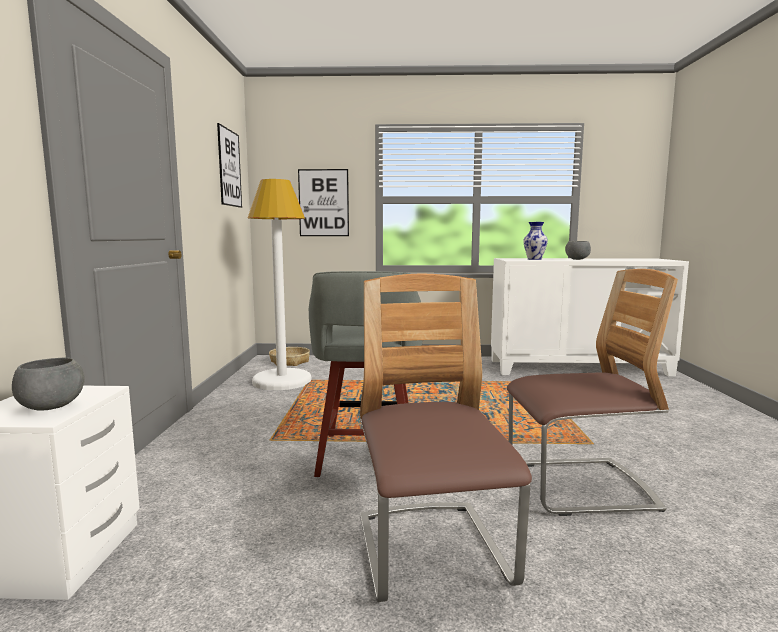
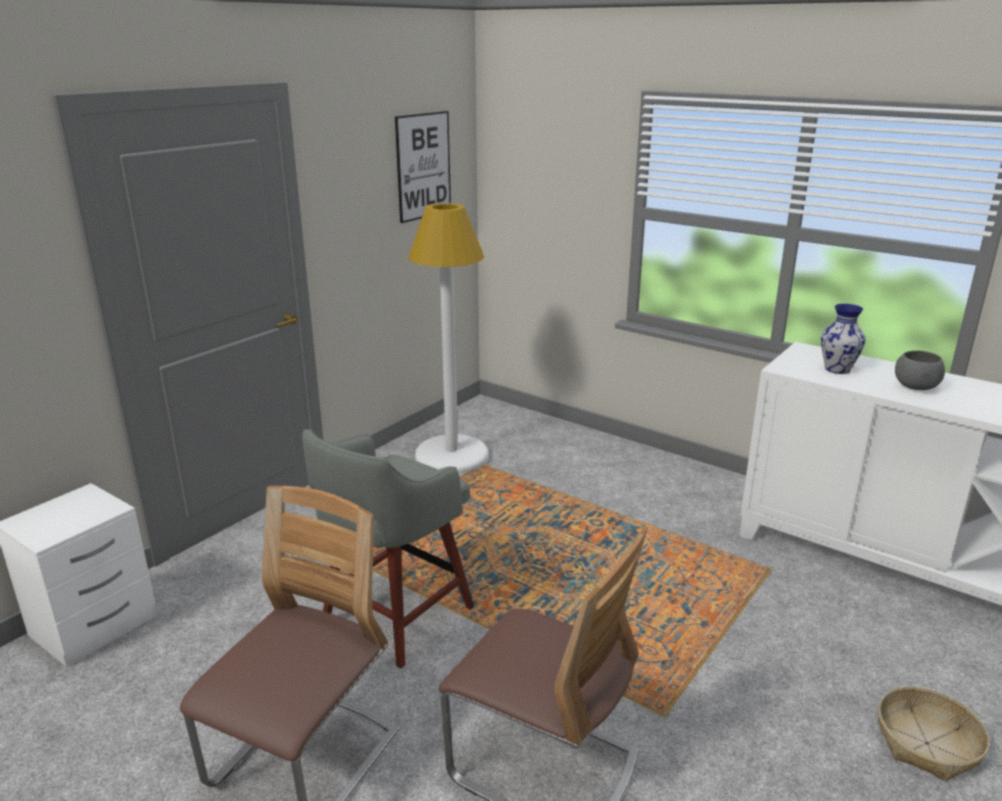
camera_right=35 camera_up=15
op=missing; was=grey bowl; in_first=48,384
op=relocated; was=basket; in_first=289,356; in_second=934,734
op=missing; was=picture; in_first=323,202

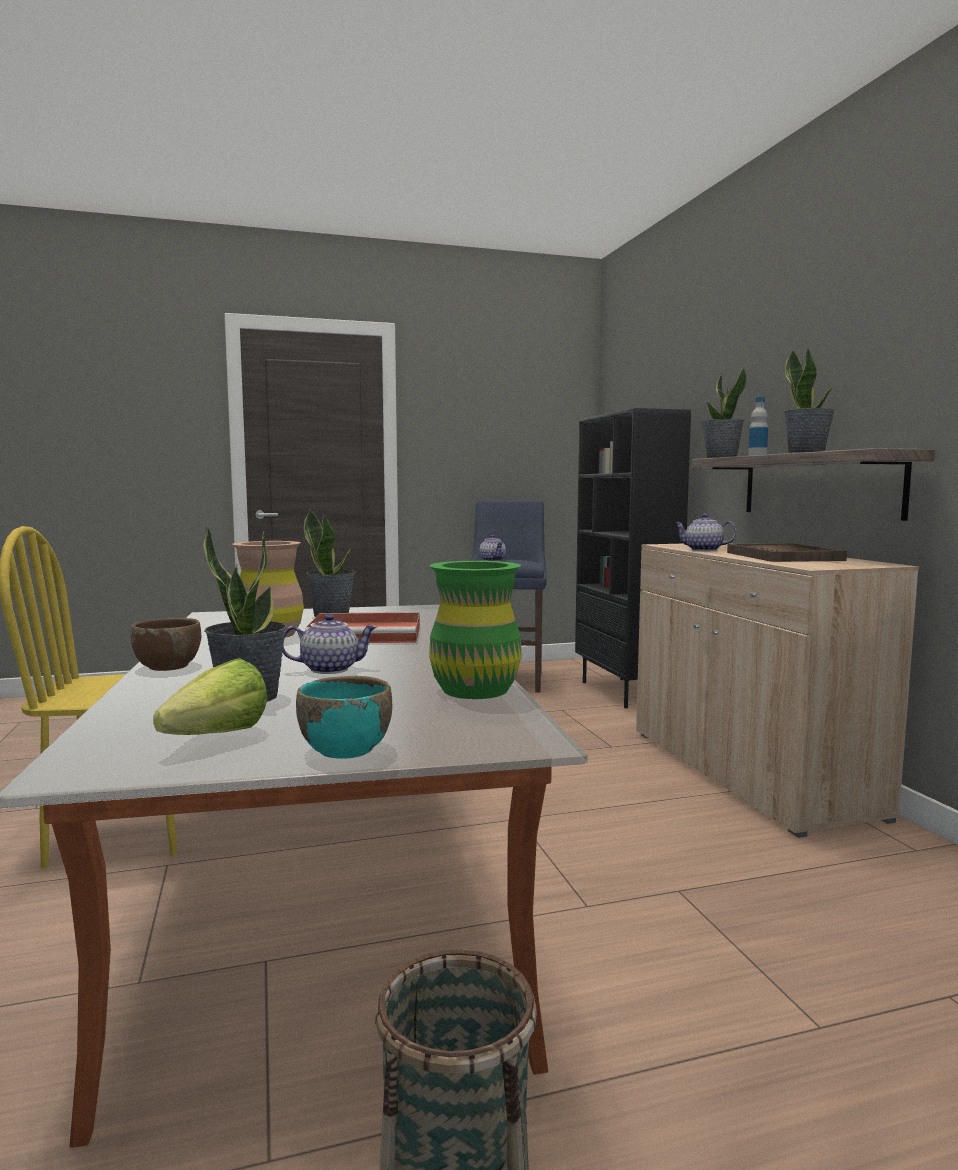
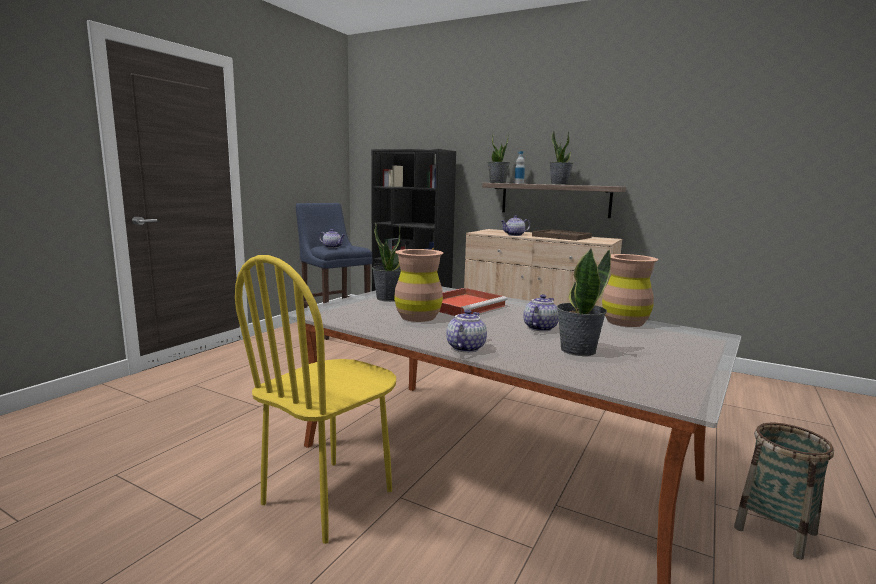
camera_right=-45 camera_up=5
op=exchanged; was=brown bowl; now=teapot; in_first=166,644; in_second=466,330
op=missing; was=lettuce; in_first=210,696
op=missing; was=turquoise bowl; in_first=344,717
op=colour; was=green vase; now=brown vase; in_first=475,630; in_second=630,290

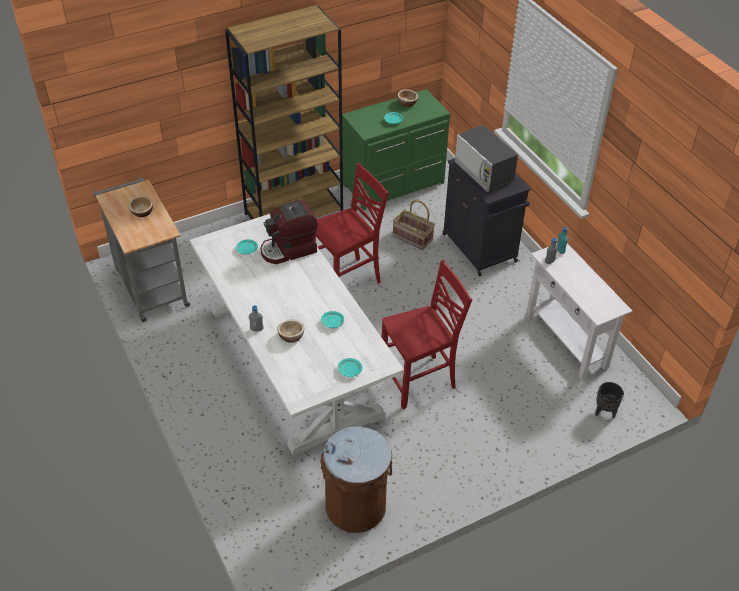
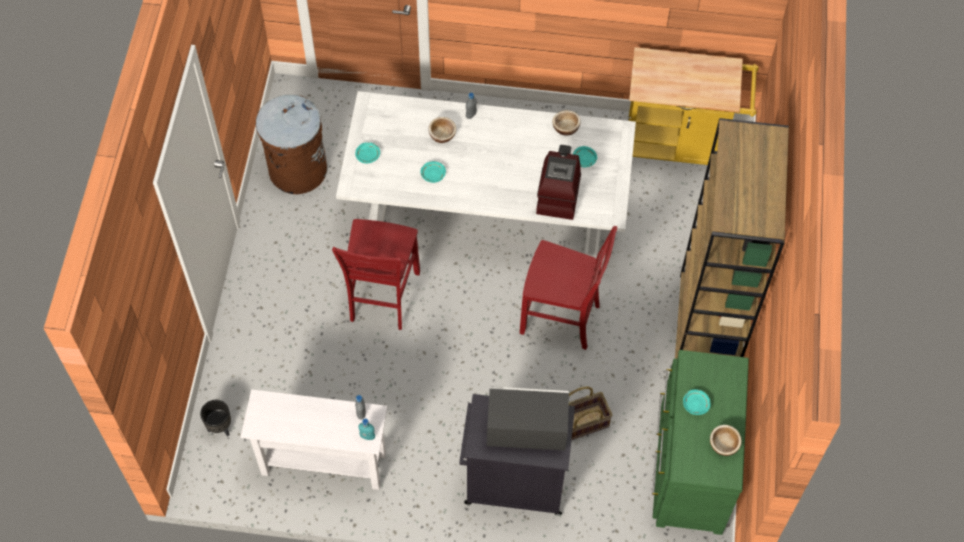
camera_right=125 camera_up=15
op=colour; was=grey cart; now=yellow cart; in_first=141,250; in_second=693,106
op=relocated; was=bowl; in_first=141,206; in_second=567,123
op=spun; was=red chair; in_first=351,223; in_second=568,288; clockwise=-75

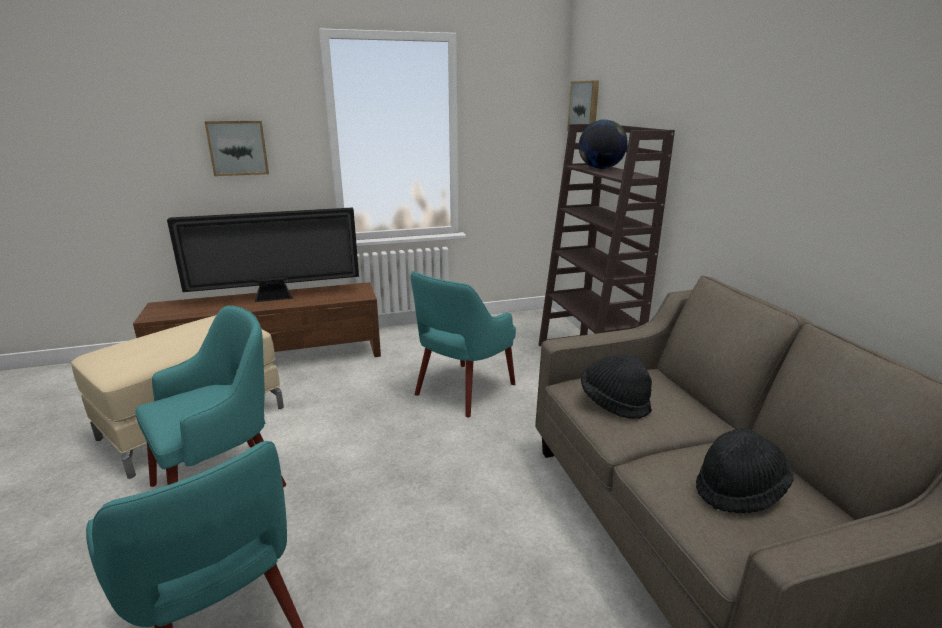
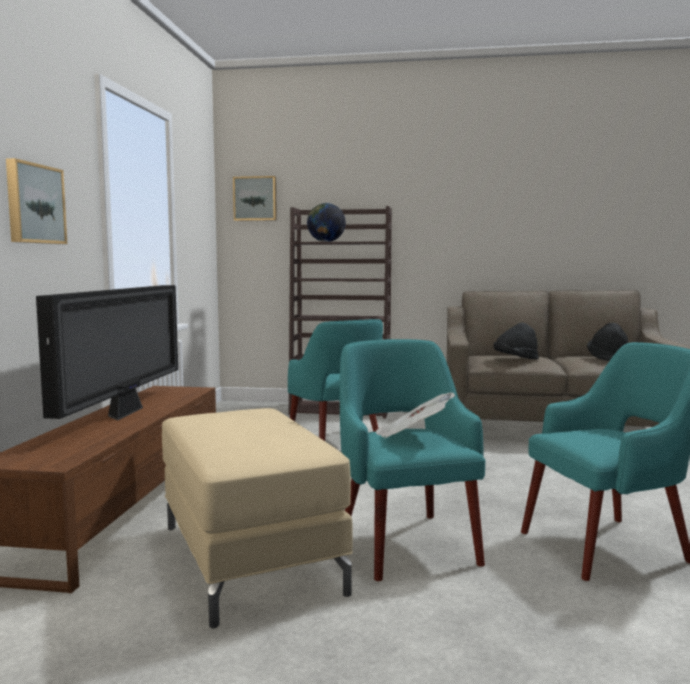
camera_right=-65 camera_up=-15
op=appeared; now=newspaper; in_second=415,415

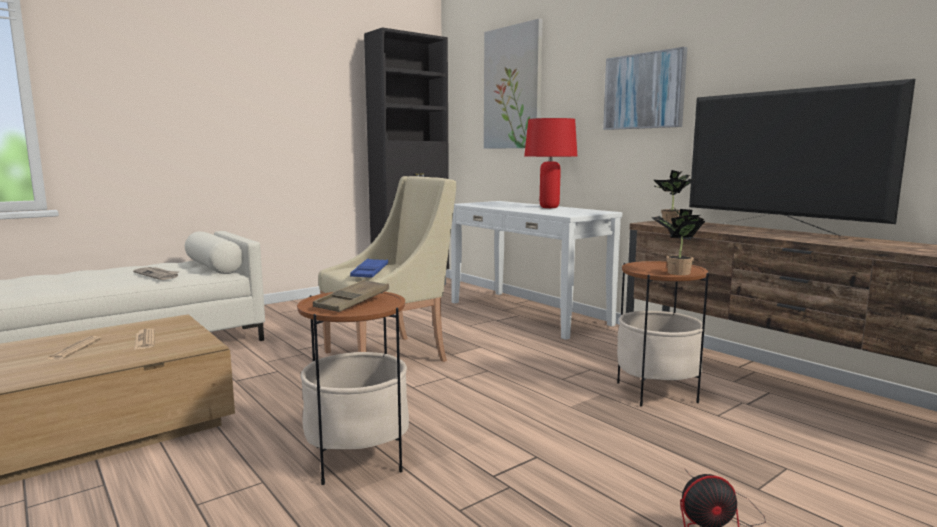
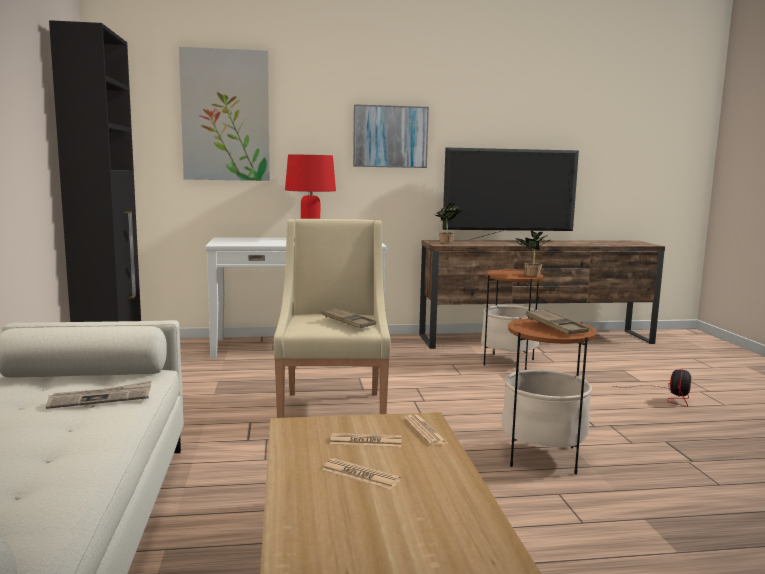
camera_right=-60 camera_up=0
op=colour; was=blue tray; now=brown tray; in_first=369,268; in_second=349,318
op=appeared; now=newspaper; in_second=426,430

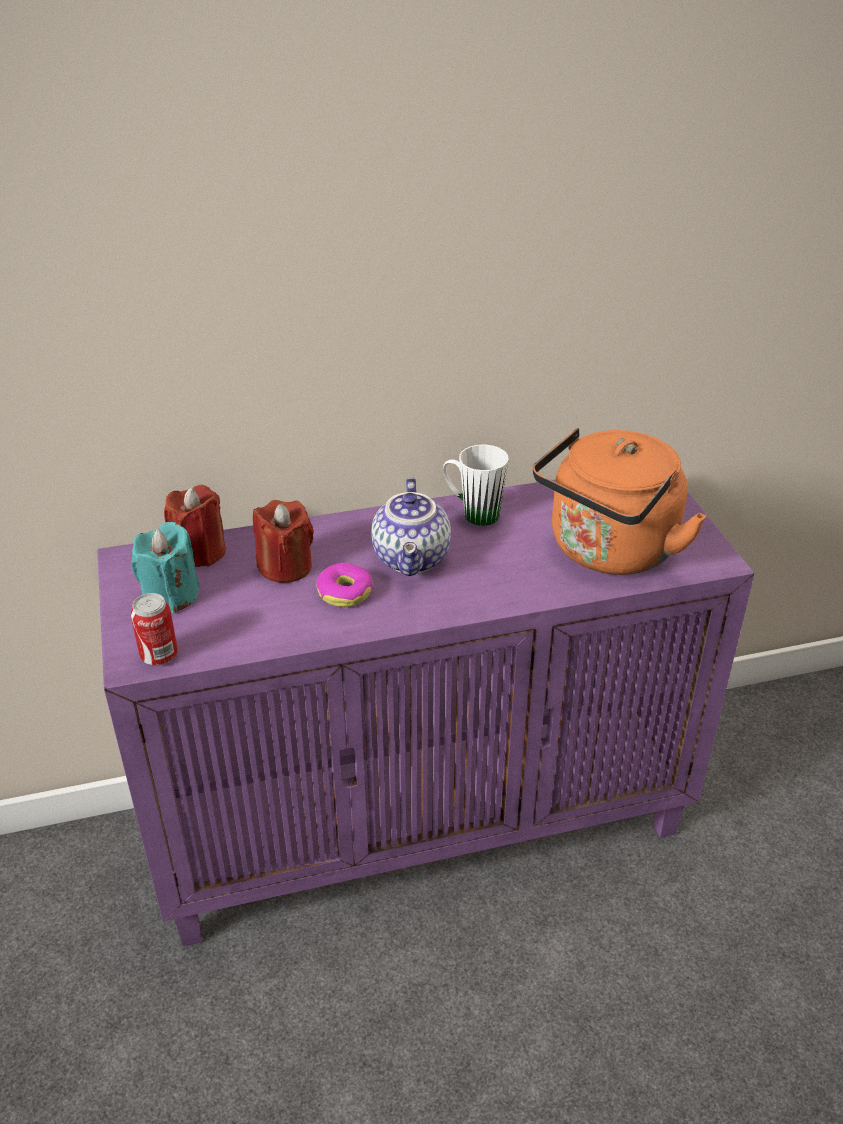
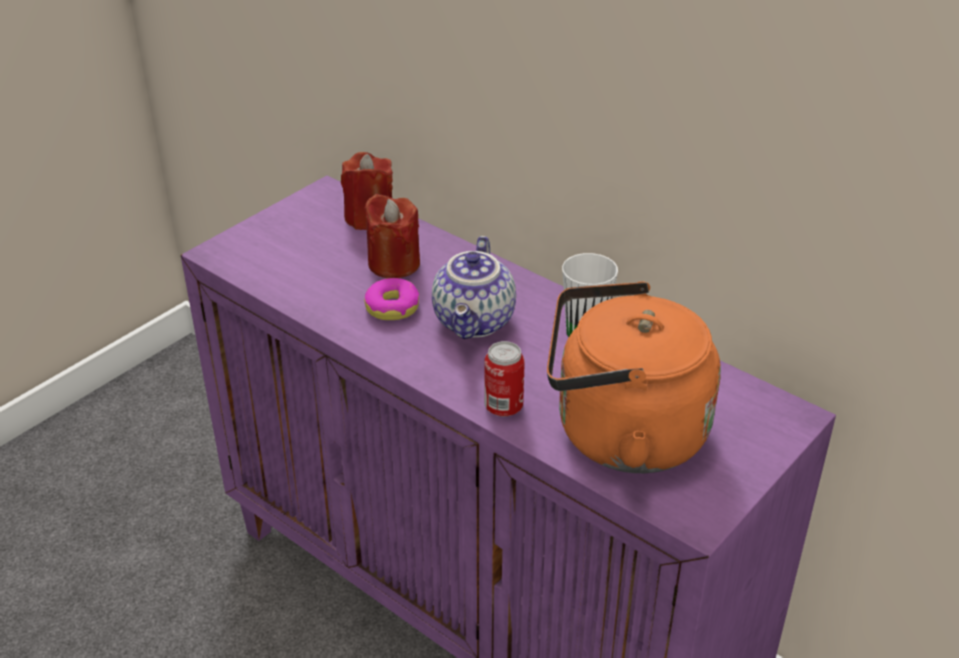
camera_right=55 camera_up=0
op=missing; was=turquoise candle; in_first=165,567
op=relocated; was=can; in_first=154,629; in_second=504,379
op=spun; was=teapot; in_first=411,526; in_second=474,287; clockwise=-45

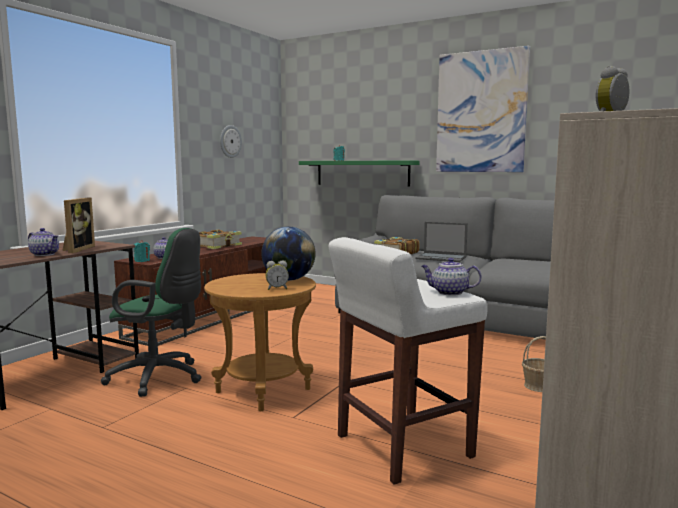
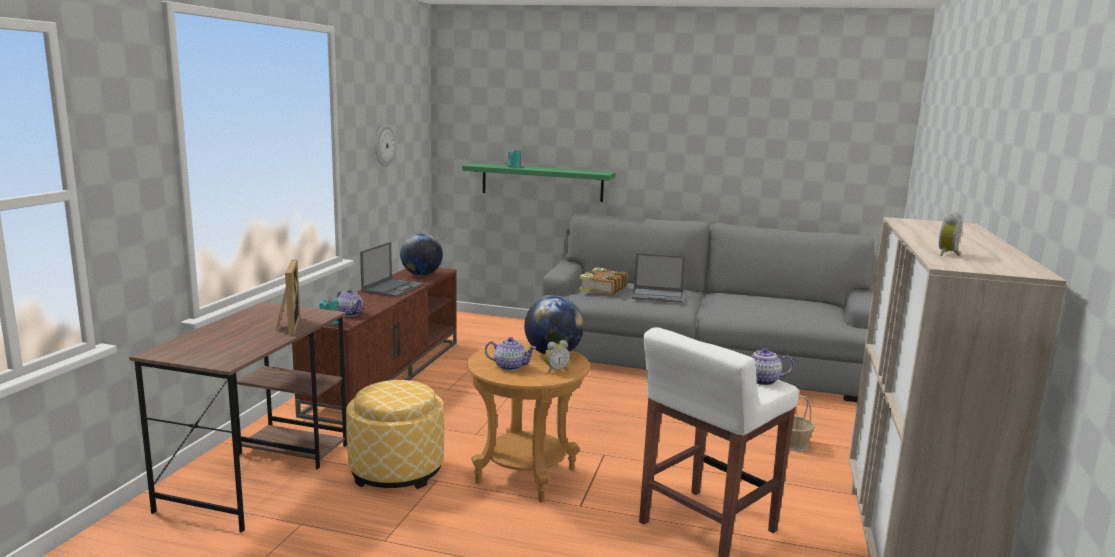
camera_right=-15 camera_up=5
op=relocated; was=teapot; in_first=43,242; in_second=510,354
op=exchanged; was=green office chair; now=ottoman; in_first=151,312; in_second=395,434
op=exchanged; was=book; now=laptop; in_first=220,239; in_second=392,269
op=missing; was=picture; in_first=483,109
op=appeared; now=globe; in_second=421,254

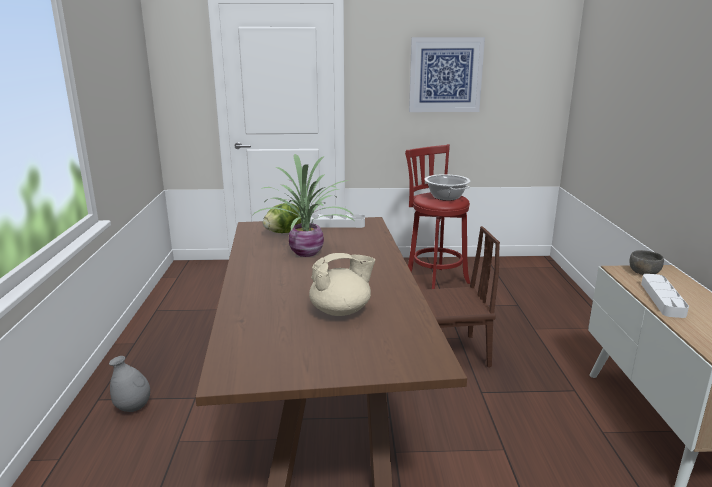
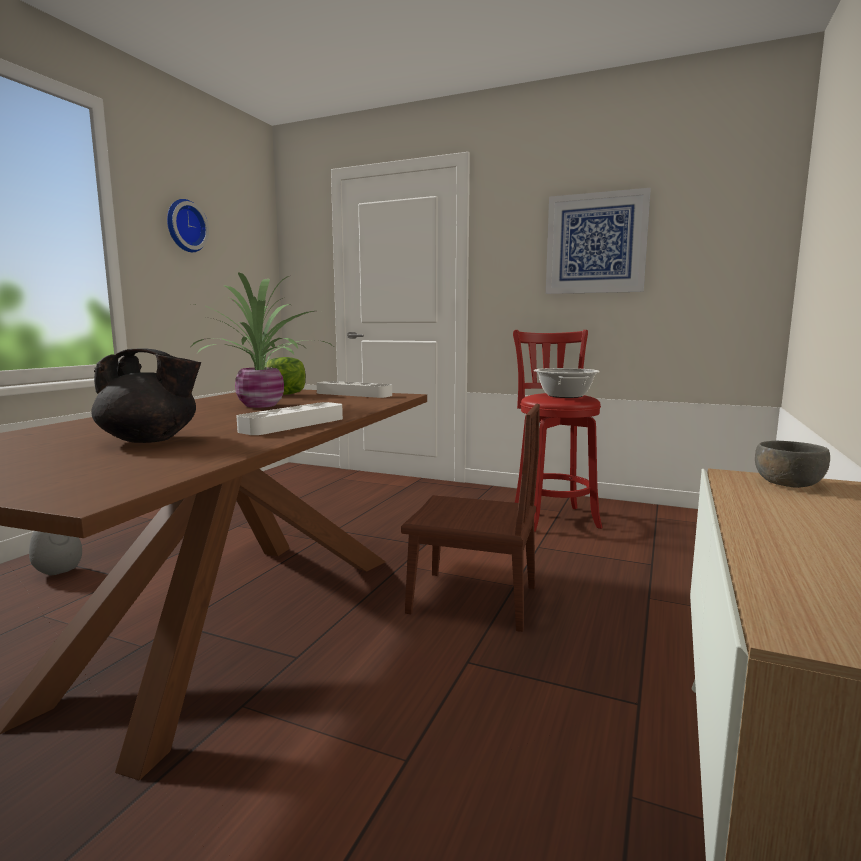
camera_right=25 camera_up=-10
op=colour; was=beige teapot; now=black teapot; in_first=342,284; in_second=146,395
op=relocated; was=white tray; in_first=665,296; in_second=289,418
op=appeared; now=wall clock; in_second=188,225

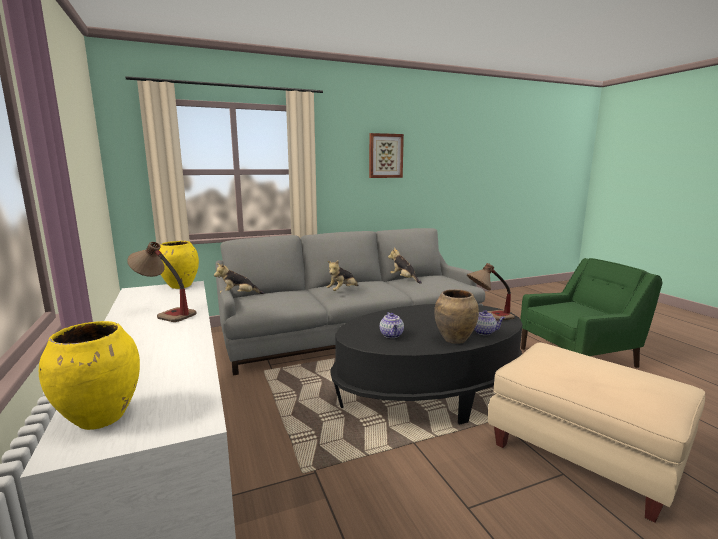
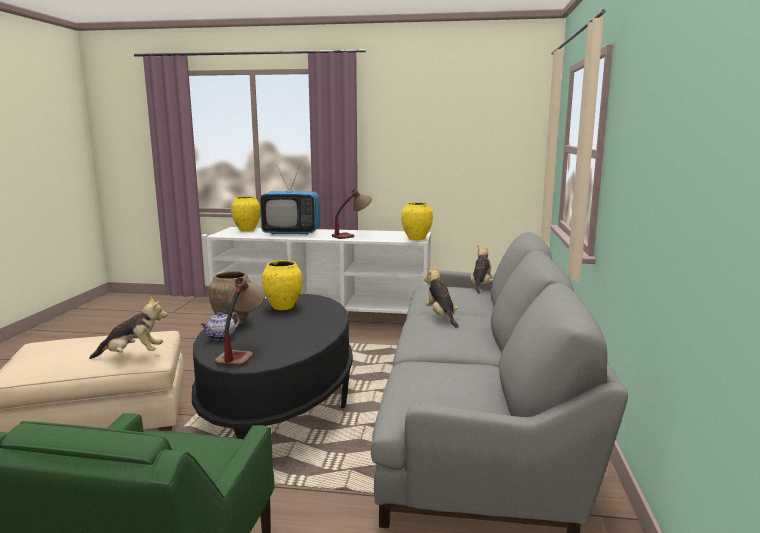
camera_right=120 camera_up=0
op=missing; was=picture; in_first=386,155
op=exchanged; was=teapot; now=yellow vase; in_first=392,325; in_second=282,285
op=relocated; was=plush toy; in_first=405,266; in_second=128,328
op=appeared; now=television; in_second=290,200

